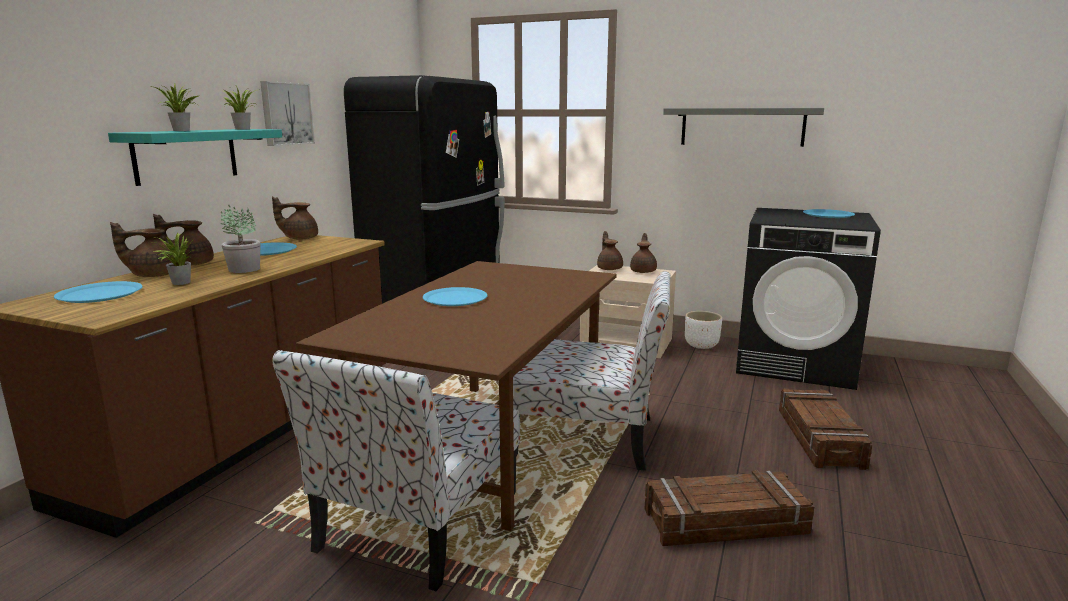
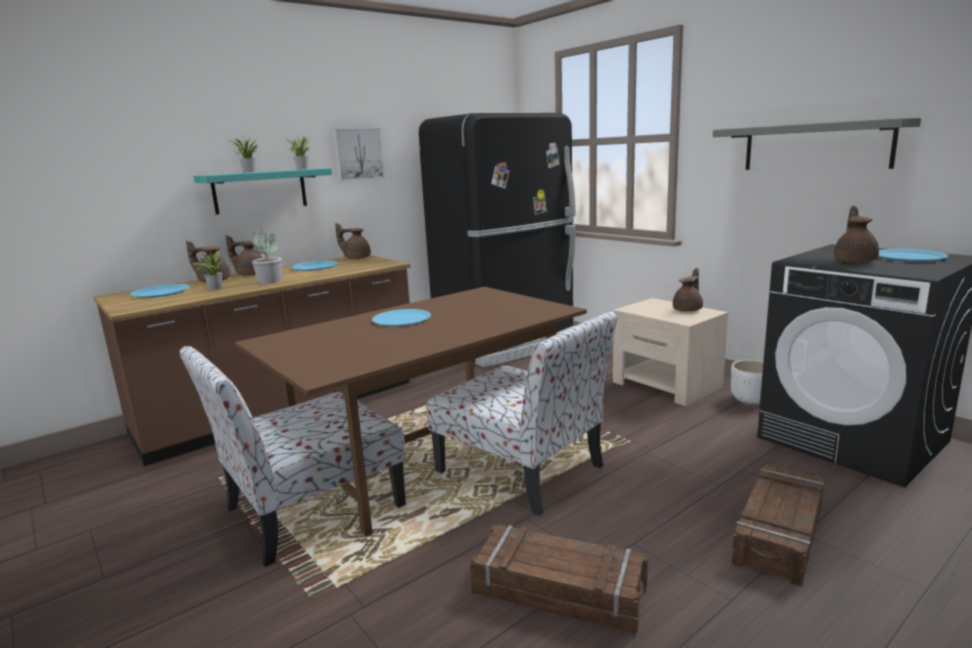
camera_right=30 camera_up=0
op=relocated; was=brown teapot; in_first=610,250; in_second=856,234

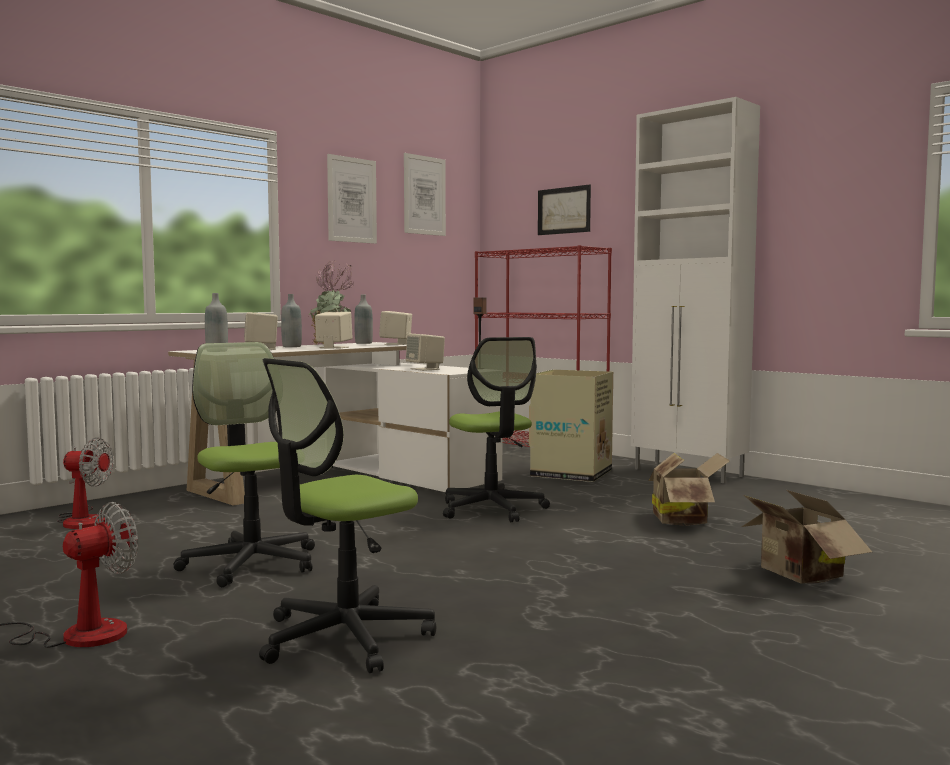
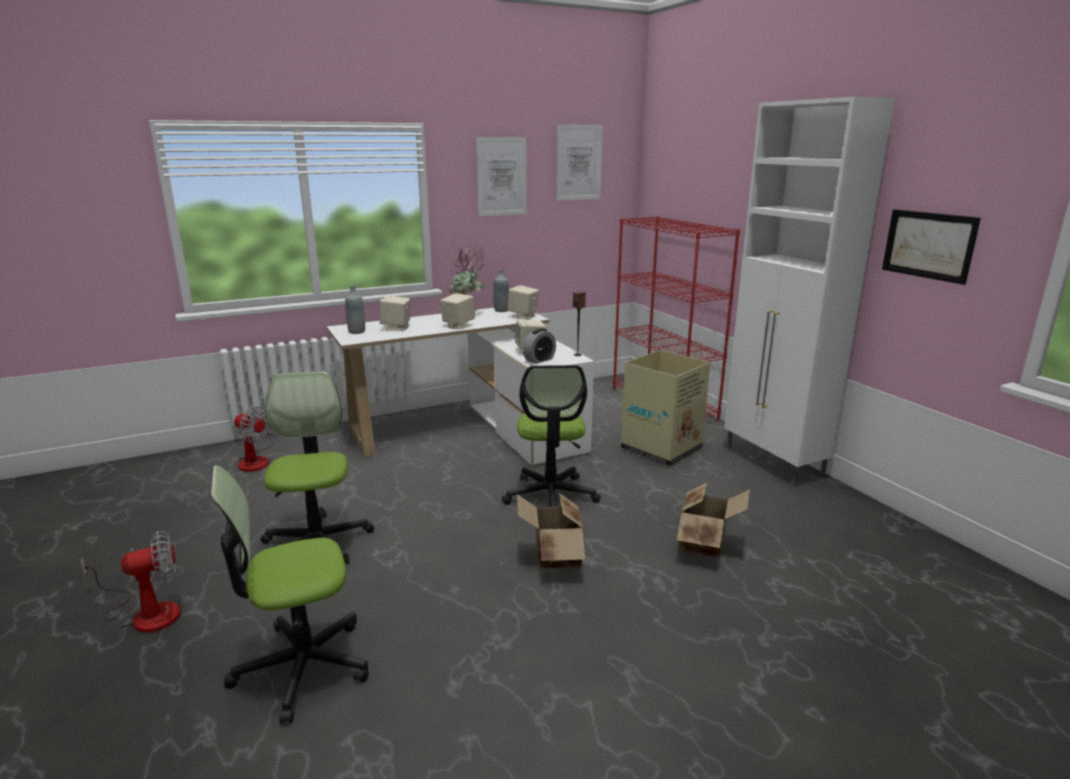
camera_right=20 camera_up=15
op=missing; was=grey bottle; in_first=291,320
op=relocated; was=picture; in_first=564,209; in_second=931,247
op=relocated; was=cardboard box; in_first=807,536; in_second=551,531
op=appeared; now=alarm clock; in_second=539,346

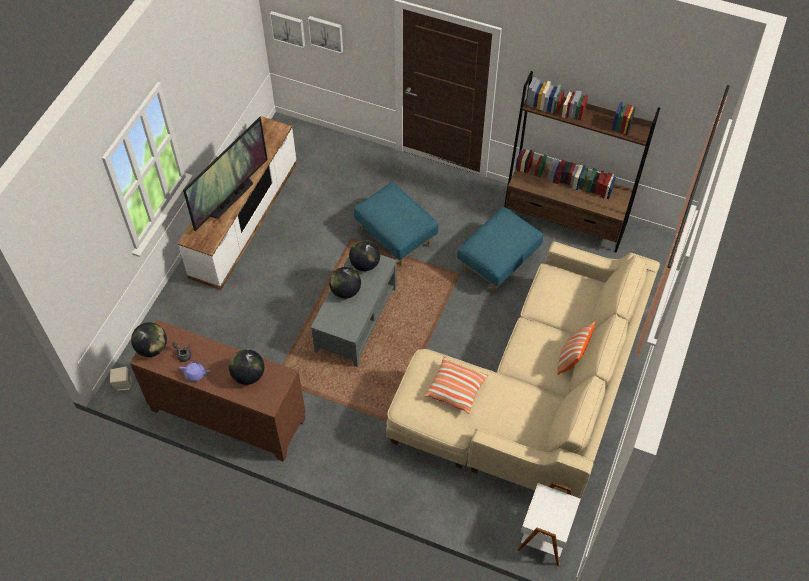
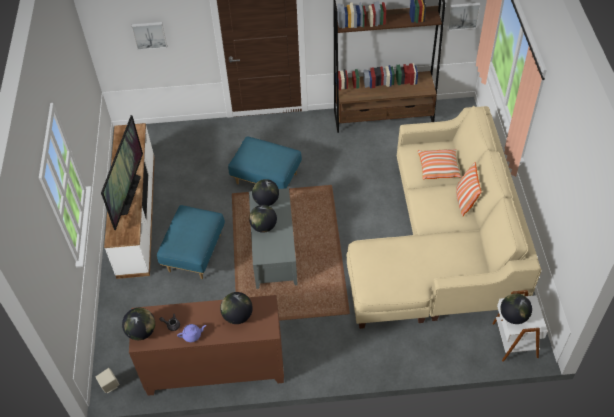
camera_right=-25 camera_up=-5
op=relocated; was=picture; in_first=287,29; in_second=463,17
op=relocated; was=pillow; in_first=456,385; in_second=439,164
op=relocated; was=blue ottoman; in_first=500,249; in_second=191,242
op=appeared; now=globe; in_second=516,308

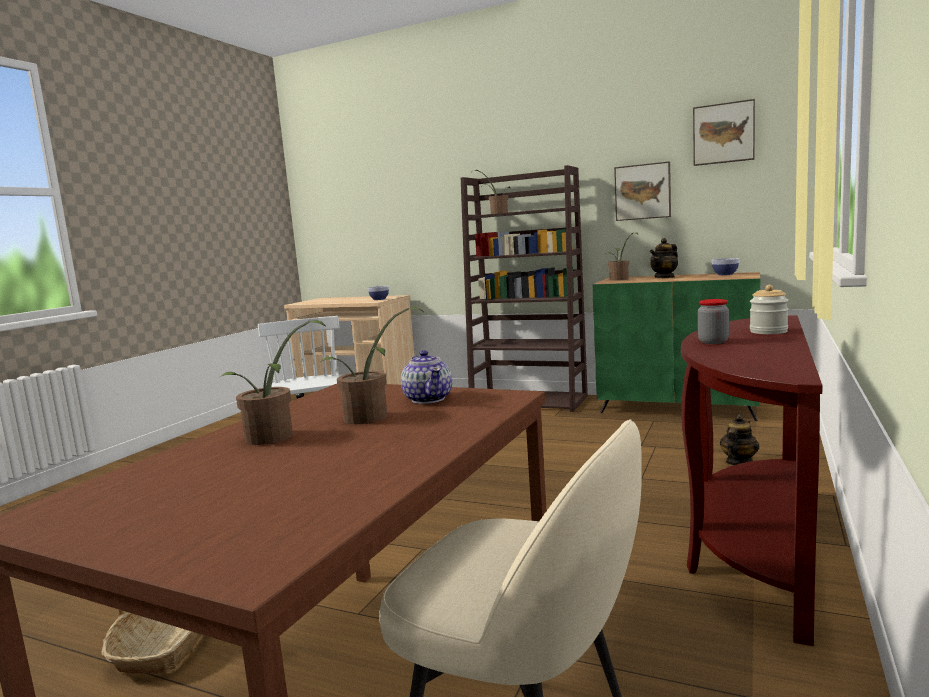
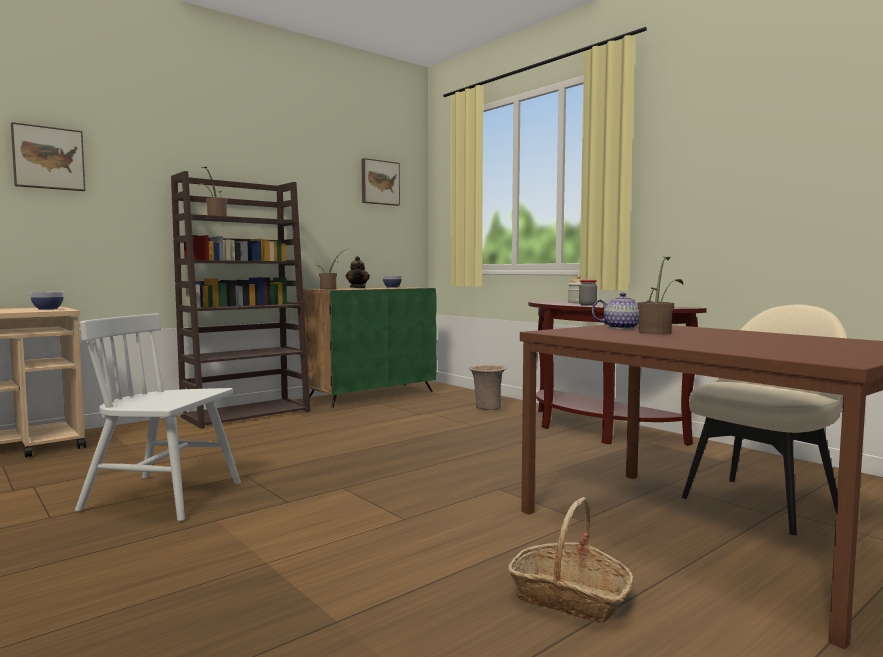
camera_right=-65 camera_up=-5
op=missing; was=potted plant; in_first=272,382
op=relocated; was=picture; in_first=642,191; in_second=48,156
op=exchanged; was=teapot; now=beige vase; in_first=739,439; in_second=487,387

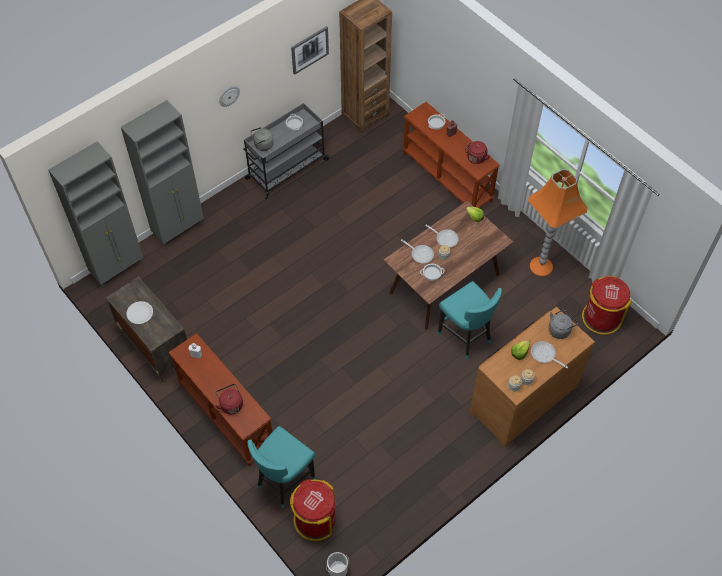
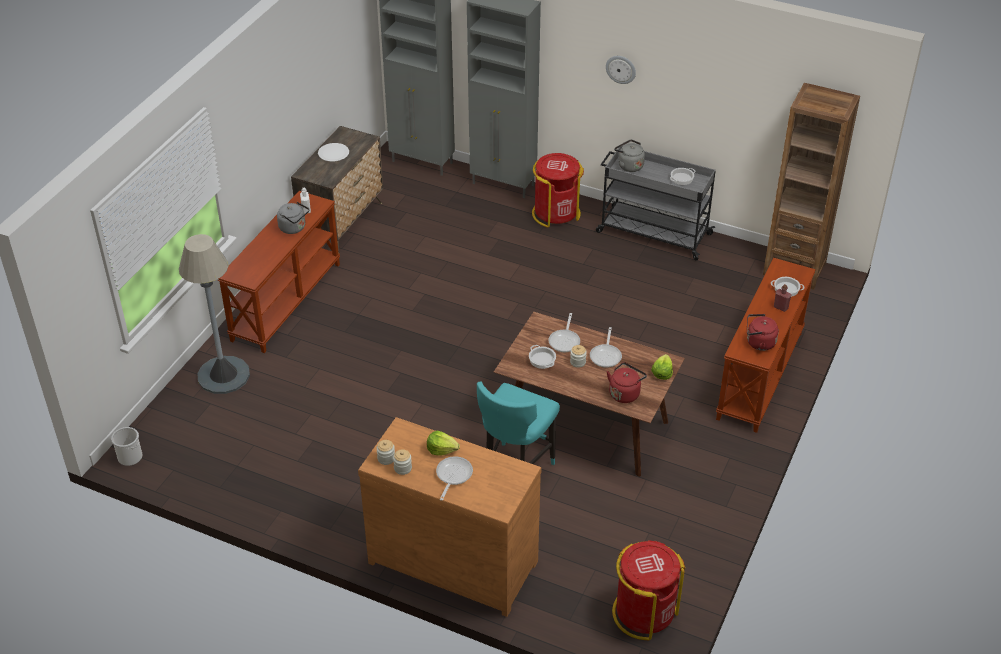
camera_right=65 camera_up=-15
op=relocated; was=red kettle; in_first=229,399; in_second=627,382
op=exchanged; was=turquoise stool; now=grey floor lamp; in_first=281,467; in_second=214,314
op=relocated; was=red trash can; in_first=313,510; in_second=558,190
op=missing; was=picture; in_first=310,50
op=missing; was=orange floor lamp; in_first=558,222
op=relocated; was=grey kettle; in_first=563,324; in_second=293,218

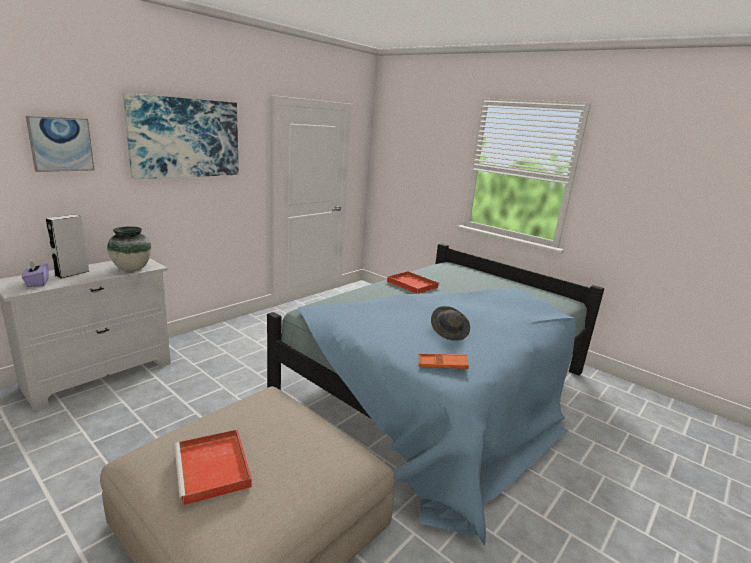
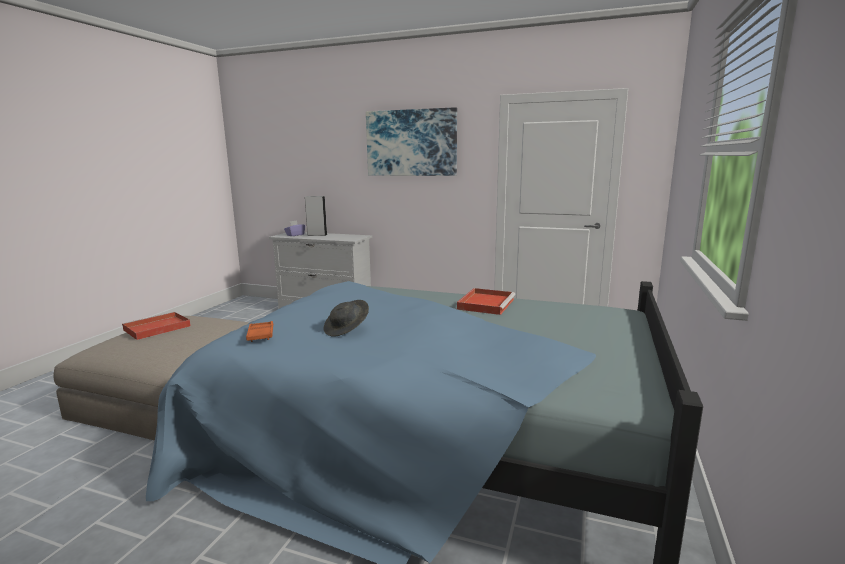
camera_right=70 camera_up=-5
op=missing; was=picture; in_first=60,144
op=missing; was=vase; in_first=129,248

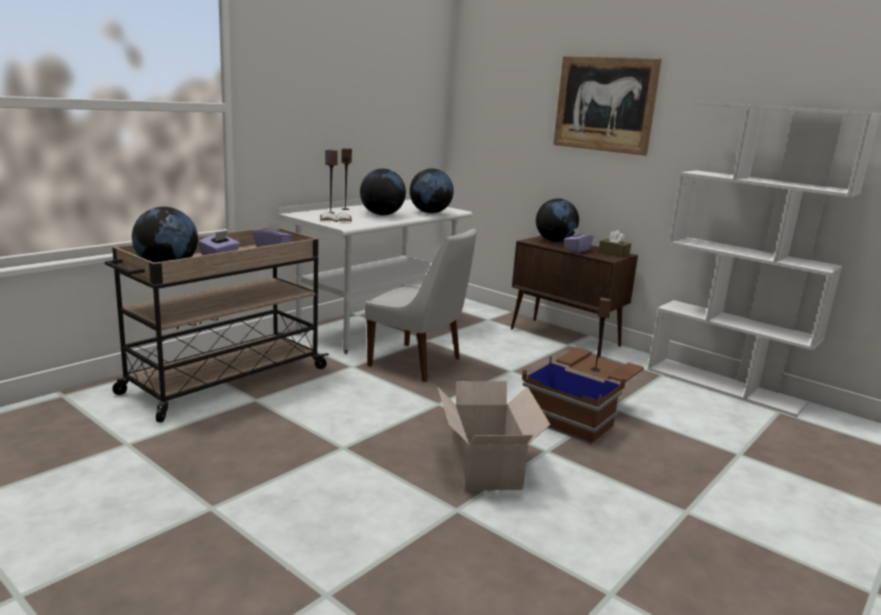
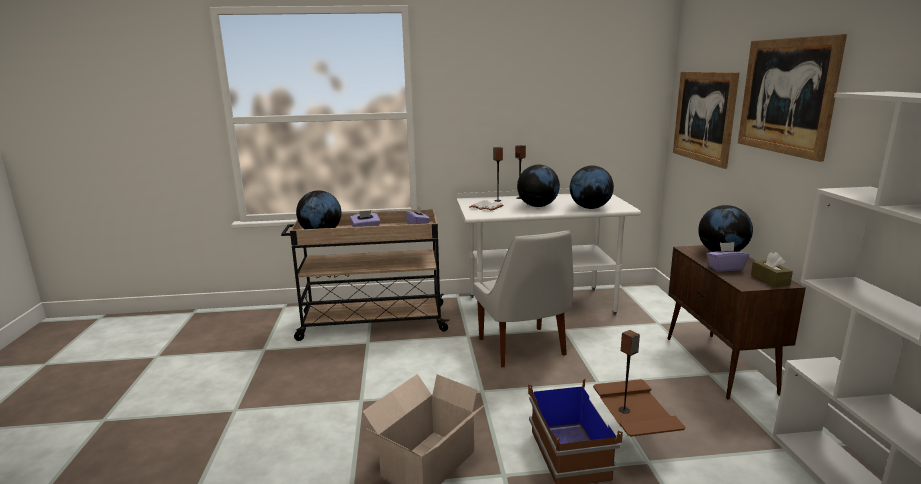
camera_right=45 camera_up=0
op=appeared; now=picture; in_second=706,120

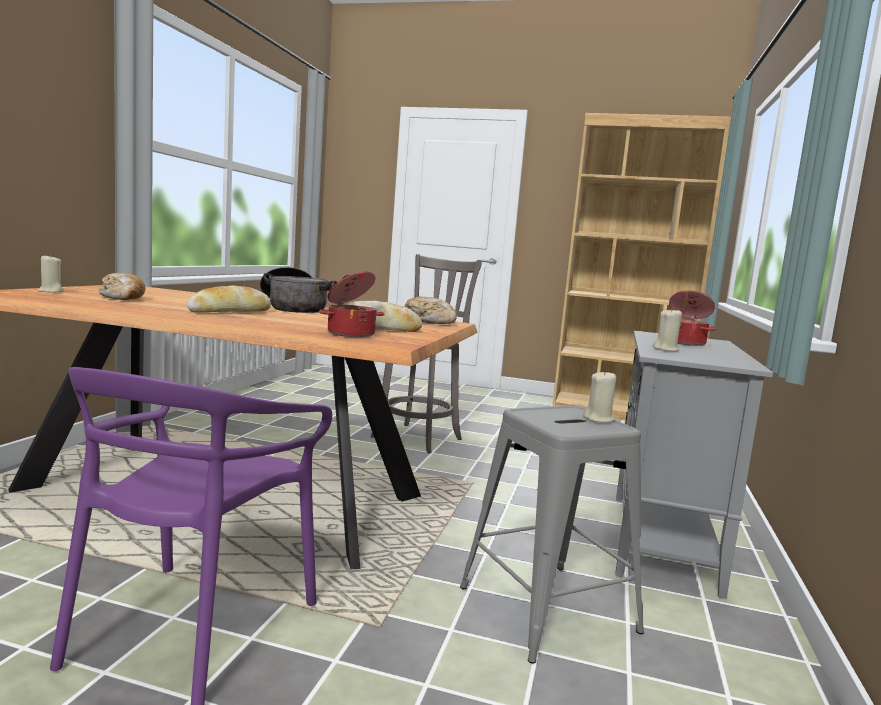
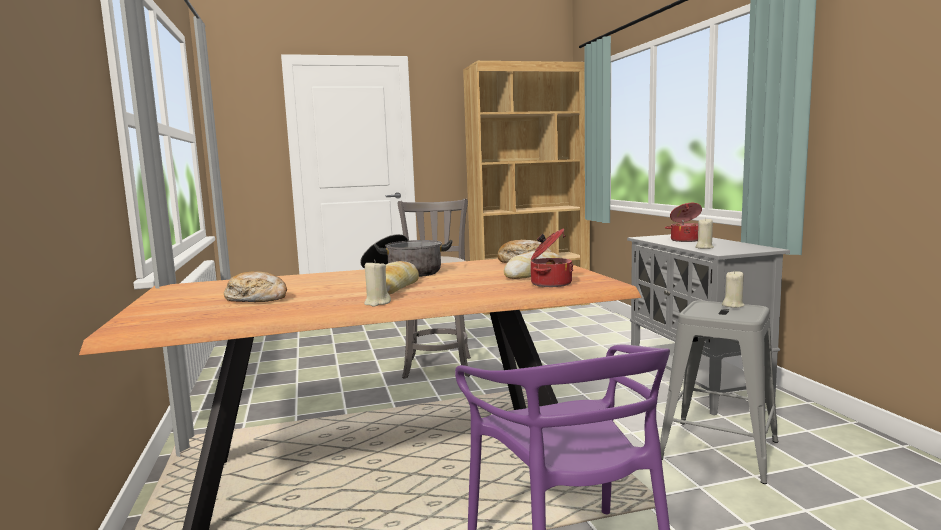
camera_right=-30 camera_up=0
op=relocated; was=beige candle; in_first=50,273; in_second=377,283

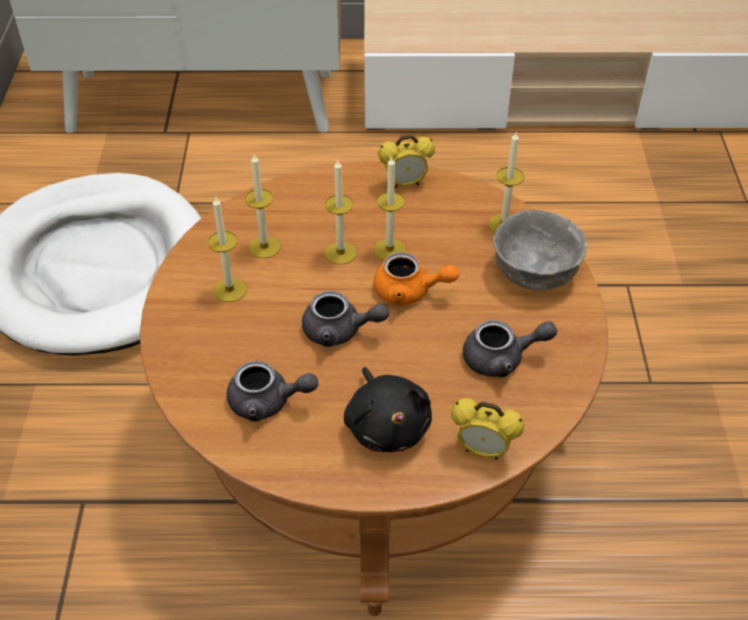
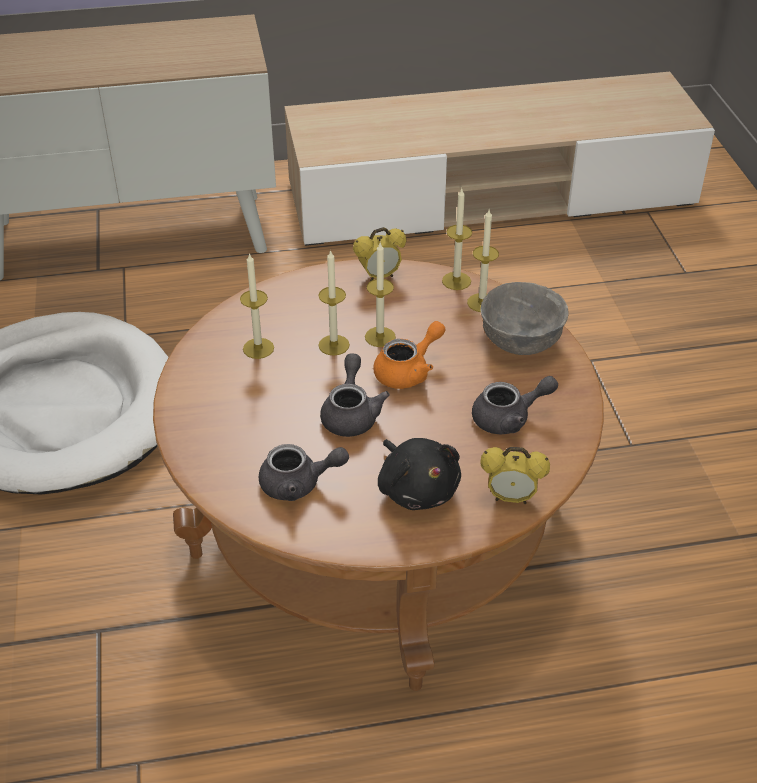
camera_right=-10 camera_up=-5
op=relocated; was=candle; in_first=227,249; in_second=457,239
op=spun; was=grey teapot; in_first=345,319; in_second=355,395; clockwise=-90
op=spun; was=orange teapot; in_first=416,279; in_second=409,355; clockwise=-45

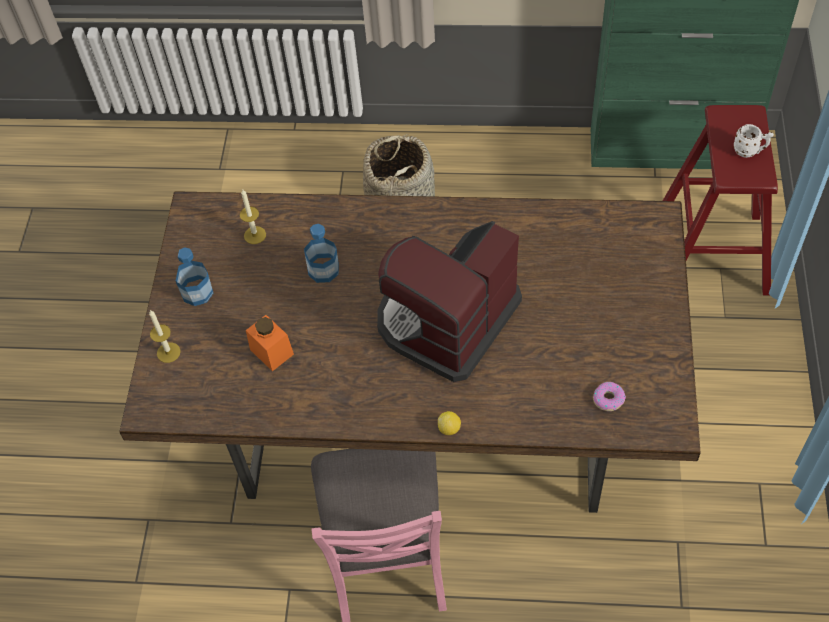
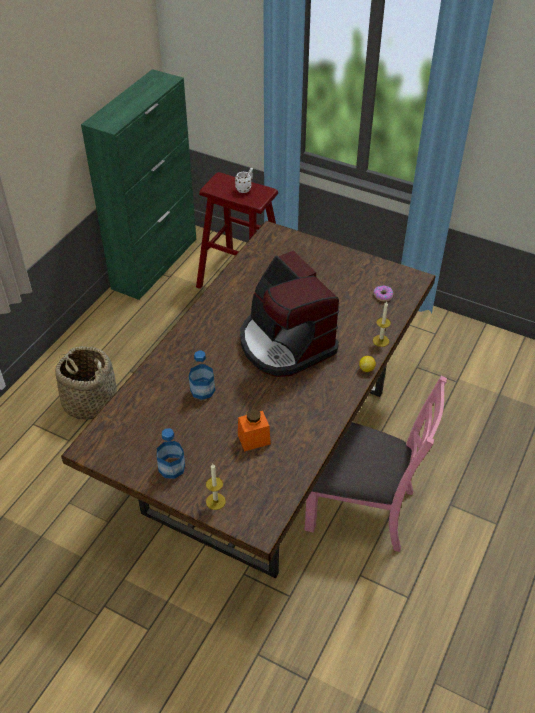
camera_right=-70 camera_up=-10
op=relocated; was=candle; in_first=253,217; in_second=382,324

